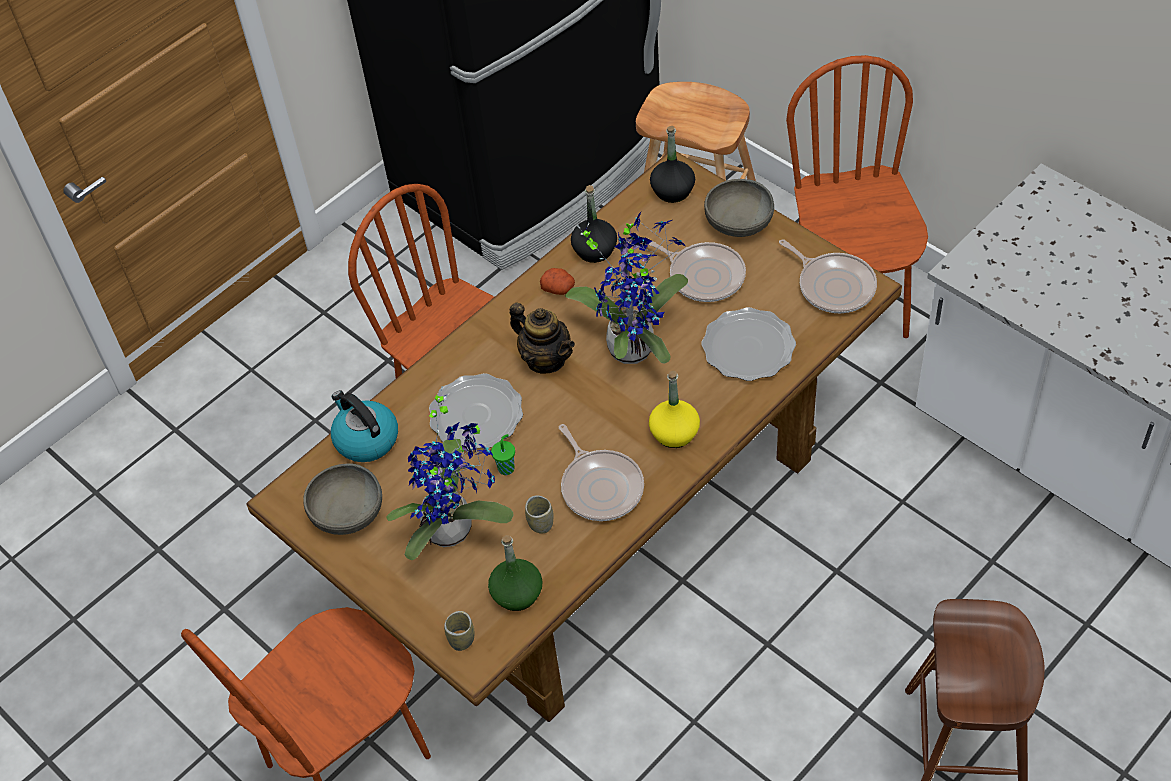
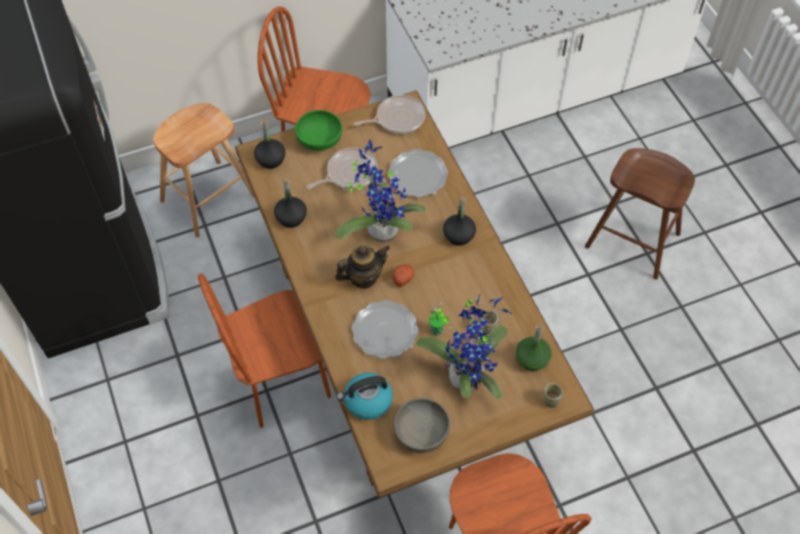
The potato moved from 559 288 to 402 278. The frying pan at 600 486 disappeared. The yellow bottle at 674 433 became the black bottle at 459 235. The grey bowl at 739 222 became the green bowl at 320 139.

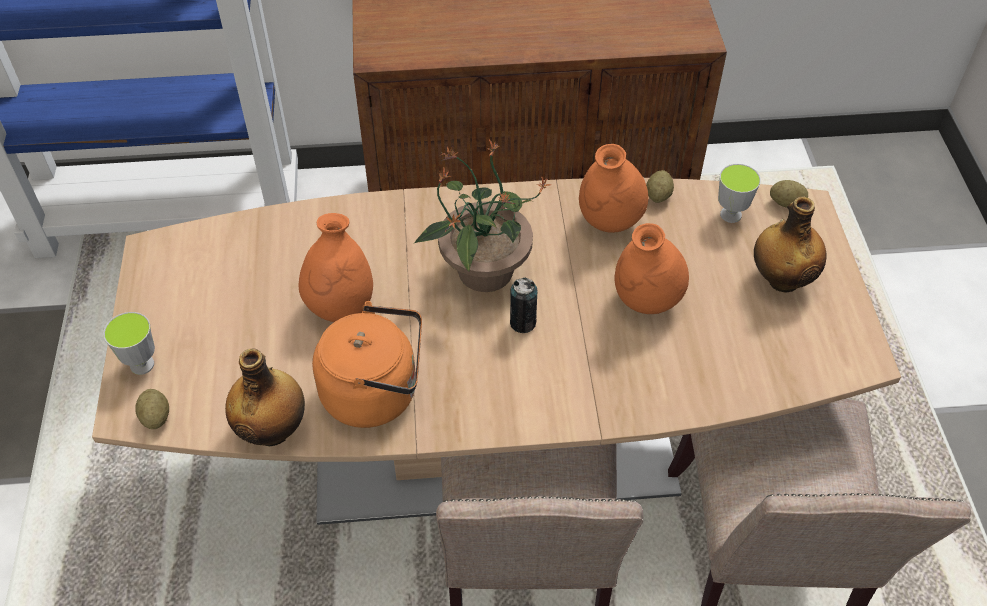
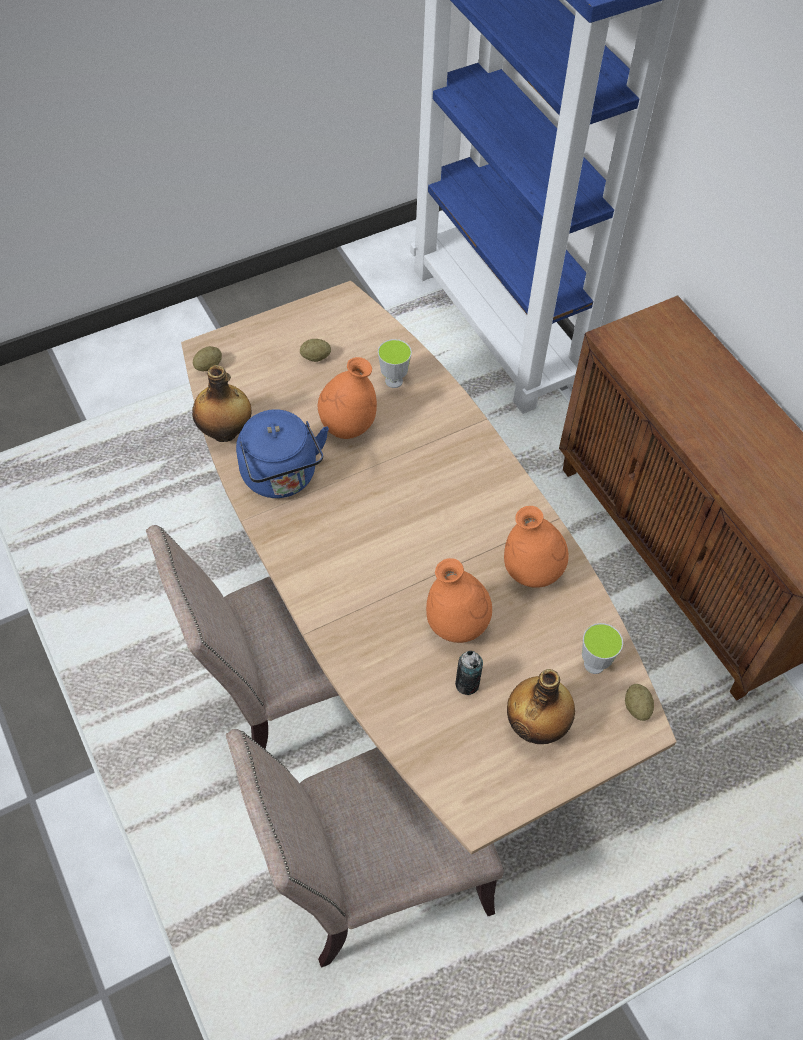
The cup moved from 142 365 to 394 381. The orange kettle at 376 393 became the blue kettle at 281 477. The potted plant at 483 271 disappeared. The can moved from 523 323 to 467 684. The potato moved from 658 196 to 315 357.

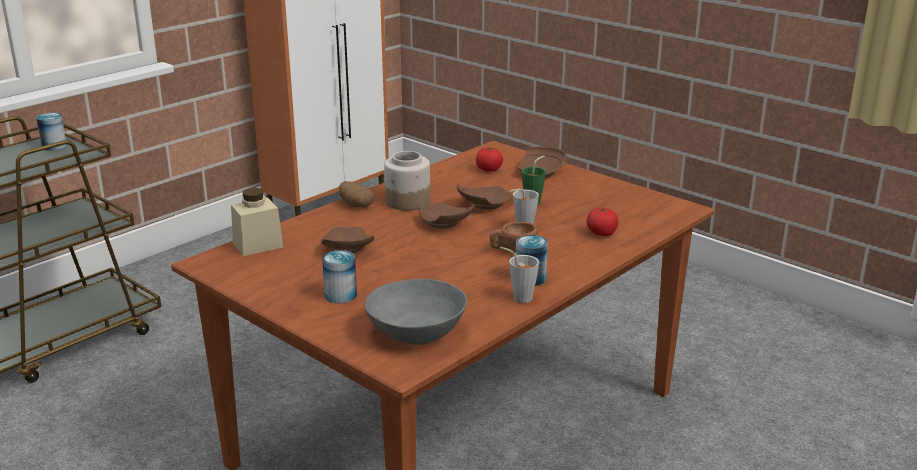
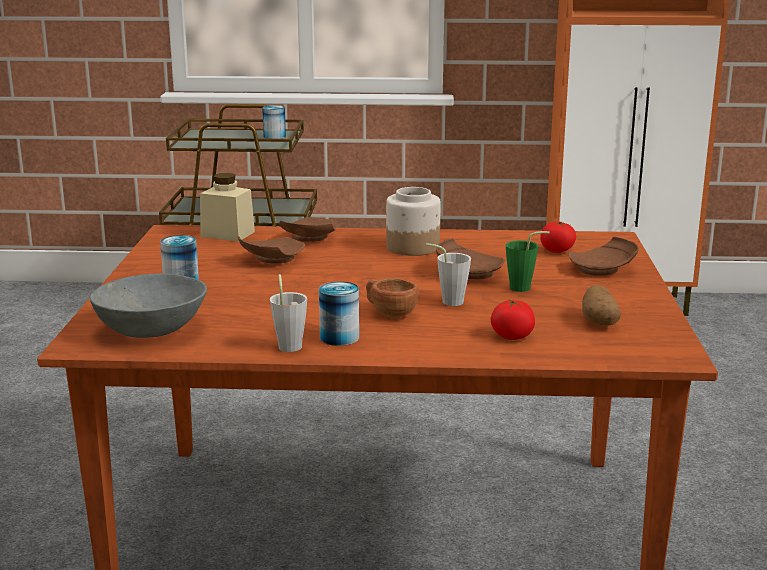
The potato moved from 355 205 to 598 321. The brown plate moved from 445 224 to 308 239.

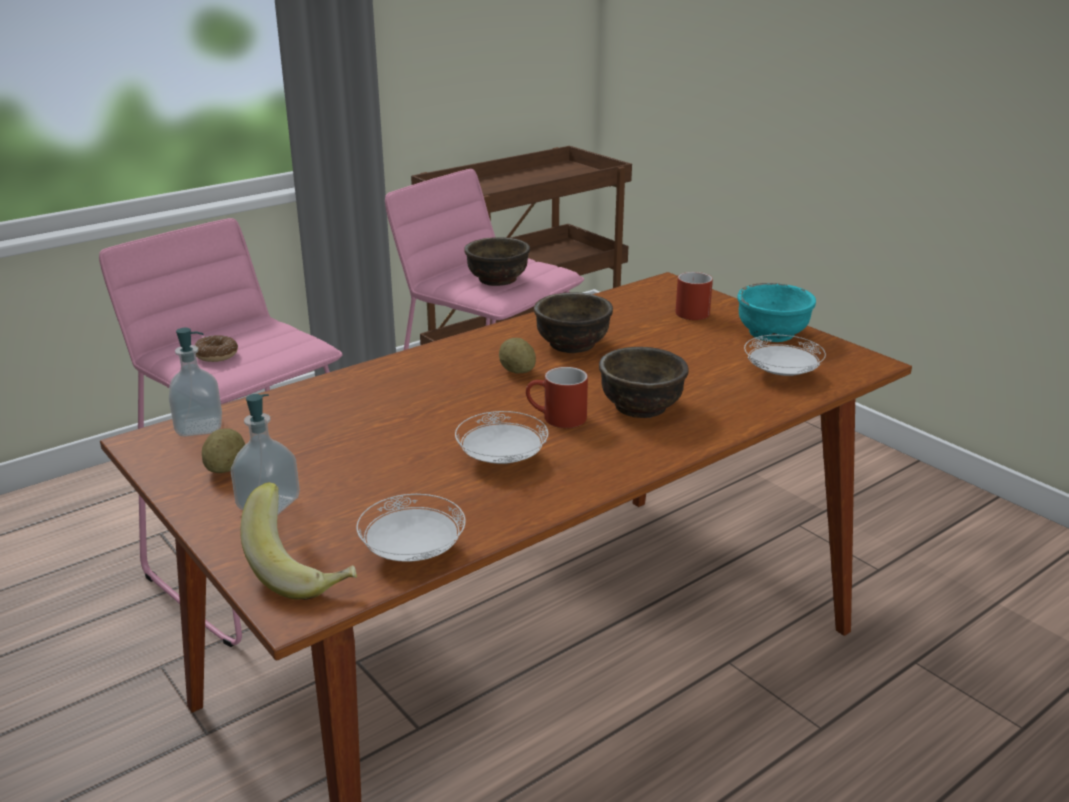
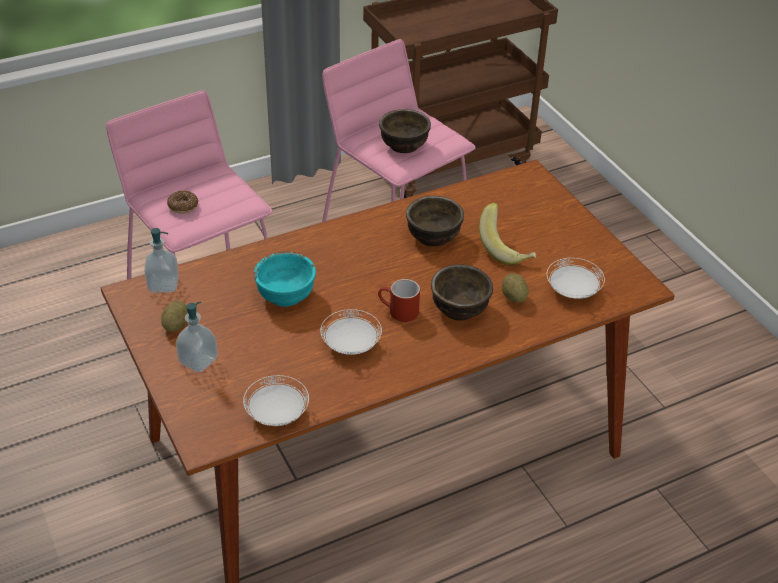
The banana moved from 303 570 to 506 249. The potato moved from 517 371 to 514 297. The red mug at 687 311 disappeared. The turquoise bowl moved from 772 333 to 286 295.

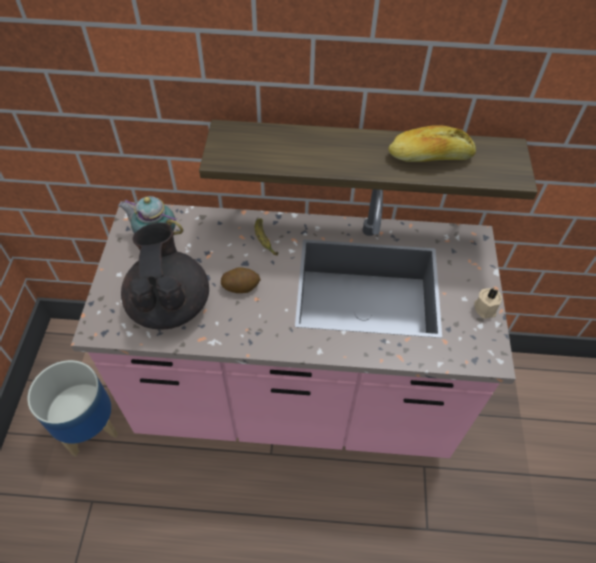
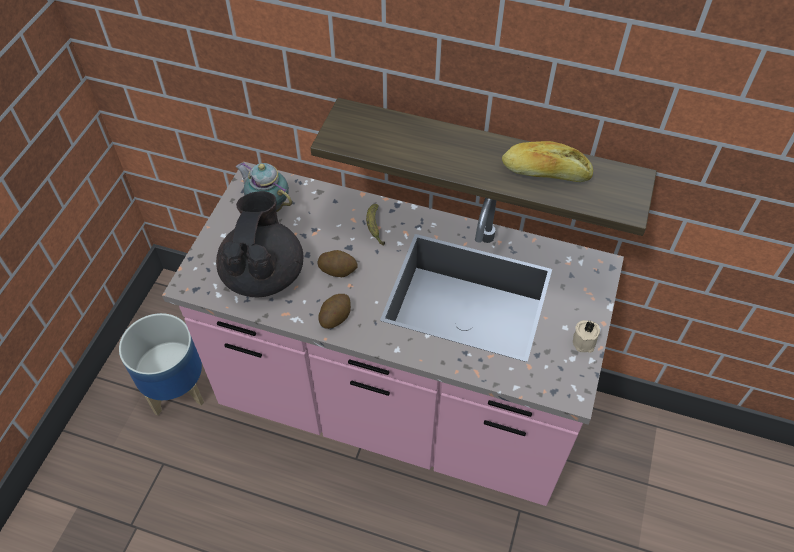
The potato at 335 317 appeared.

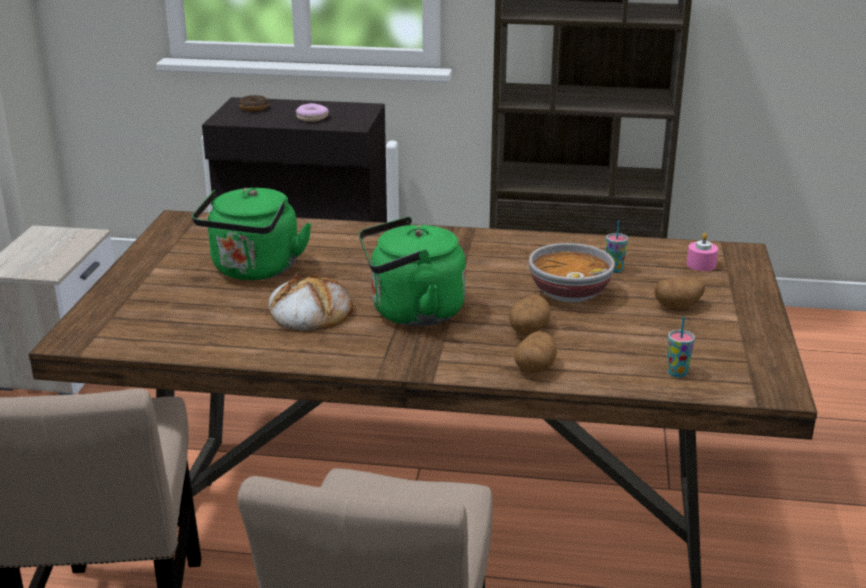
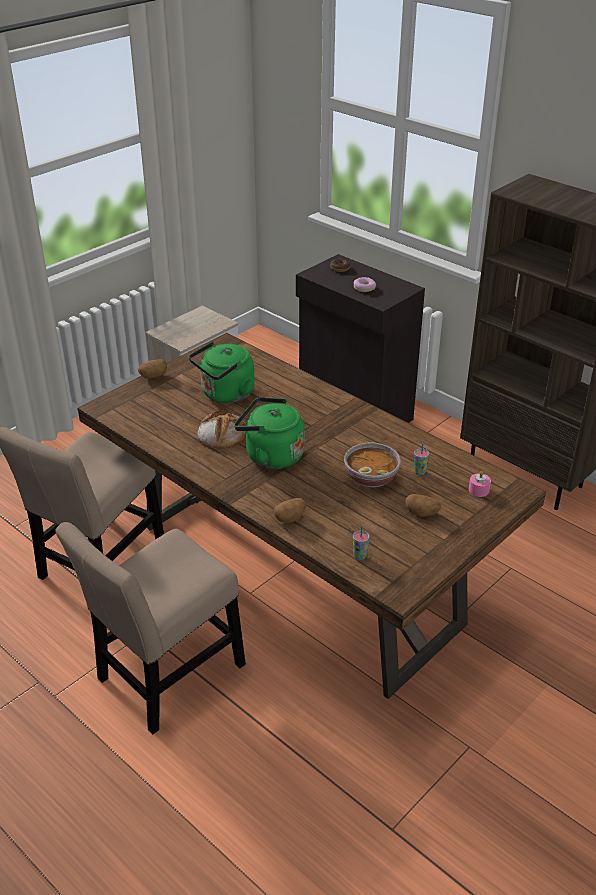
The potato moved from 528 330 to 153 376.

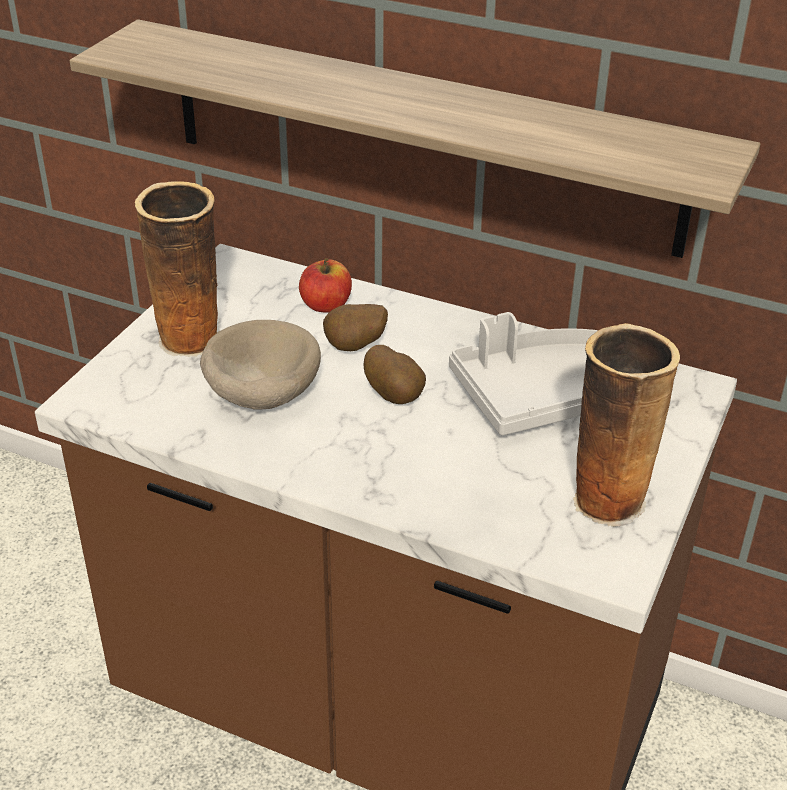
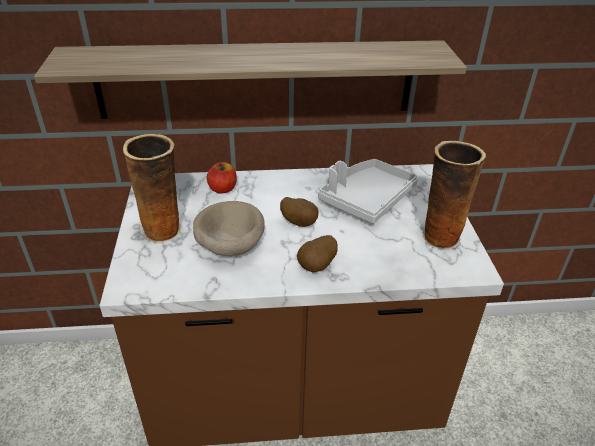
The potato moved from 355 348 to 317 267.

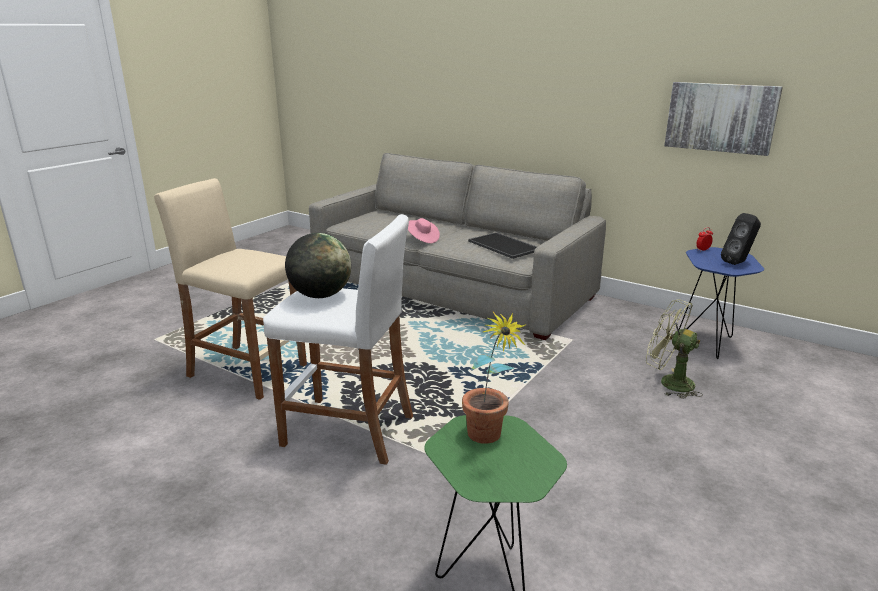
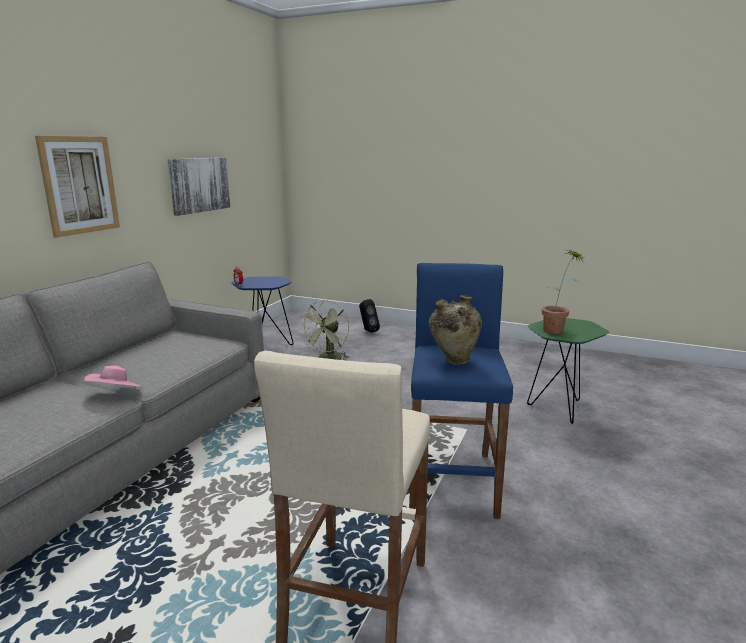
The white stool at 349 431 became the blue stool at 452 481. The globe at 320 295 was replaced by the beige vase at 453 361. The tray at 505 245 disappeared. The black speaker moved from 738 263 to 368 331. The picture at 80 185 appeared.

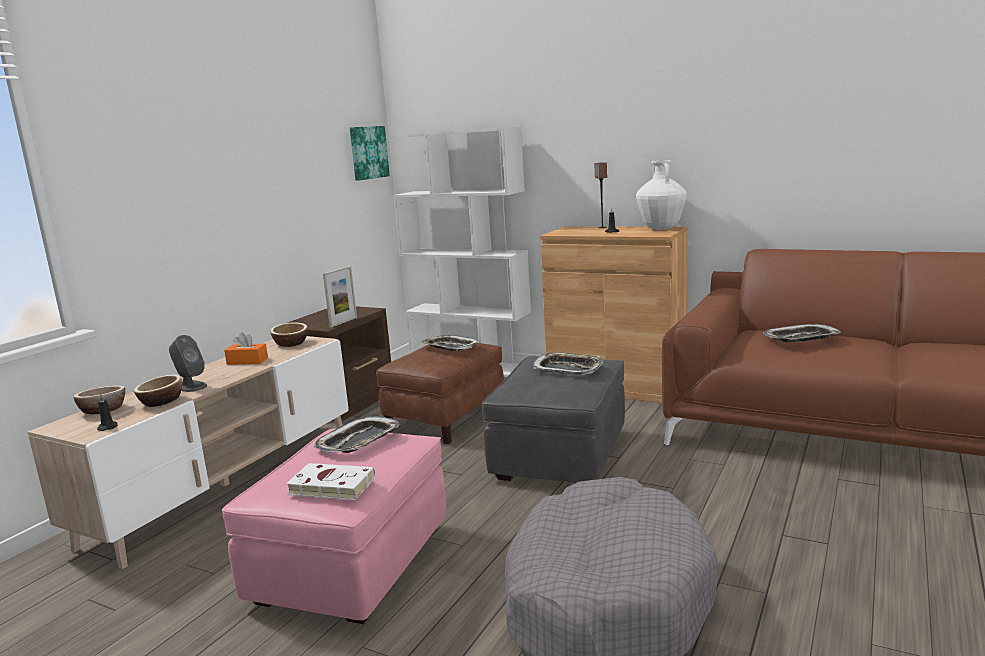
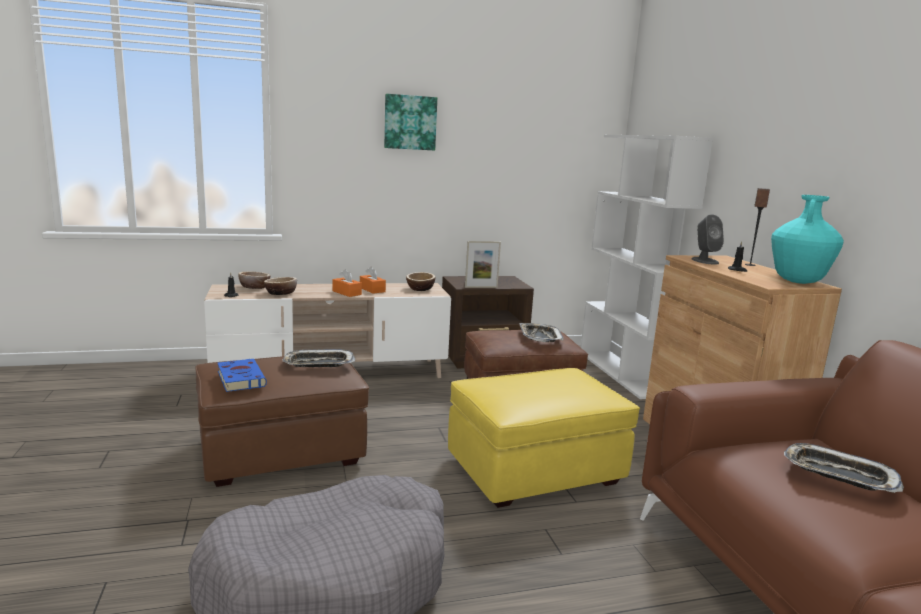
The grey speaker moved from 190 386 to 704 261. The pink ottoman at 352 564 became the brown ottoman at 281 453. The white book at 329 486 became the blue book at 240 378. The picture moved from 368 152 to 410 122. The grey ottoman at 560 456 became the yellow ottoman at 535 471. The tray at 567 368 disappeared. The white vase at 661 229 became the turquoise vase at 798 281. The orange tissue box at 346 293 appeared.

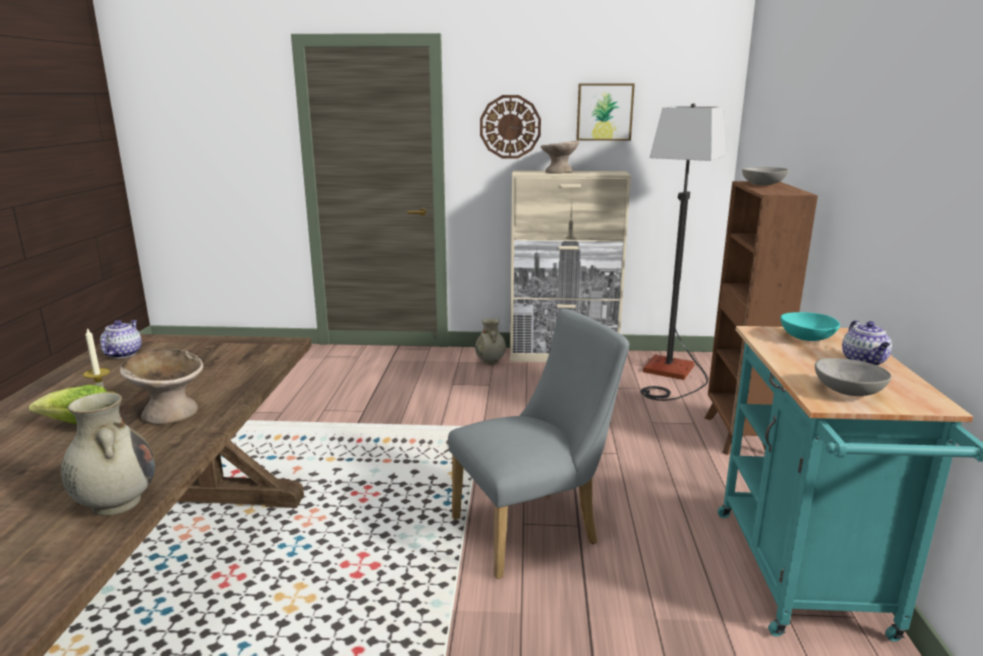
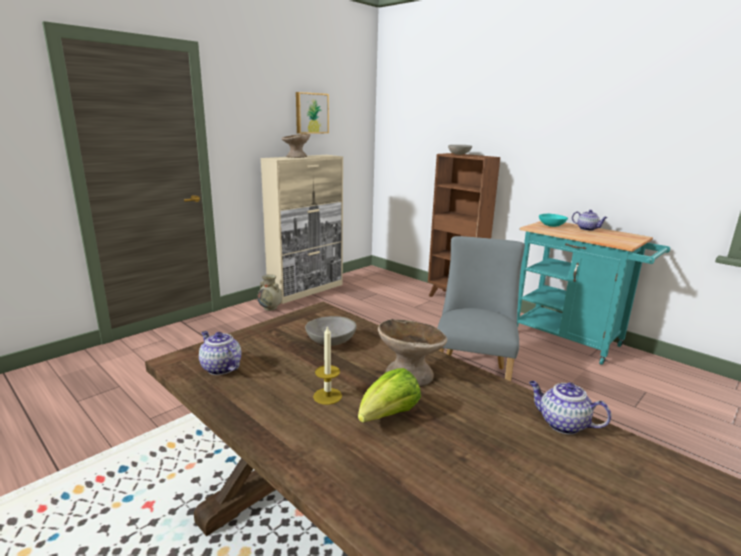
The beige vase at 116 502 was replaced by the teapot at 562 424. The wall clock at 510 127 disappeared. The floor lamp at 669 375 disappeared. The grey bowl moved from 847 392 to 331 342.

